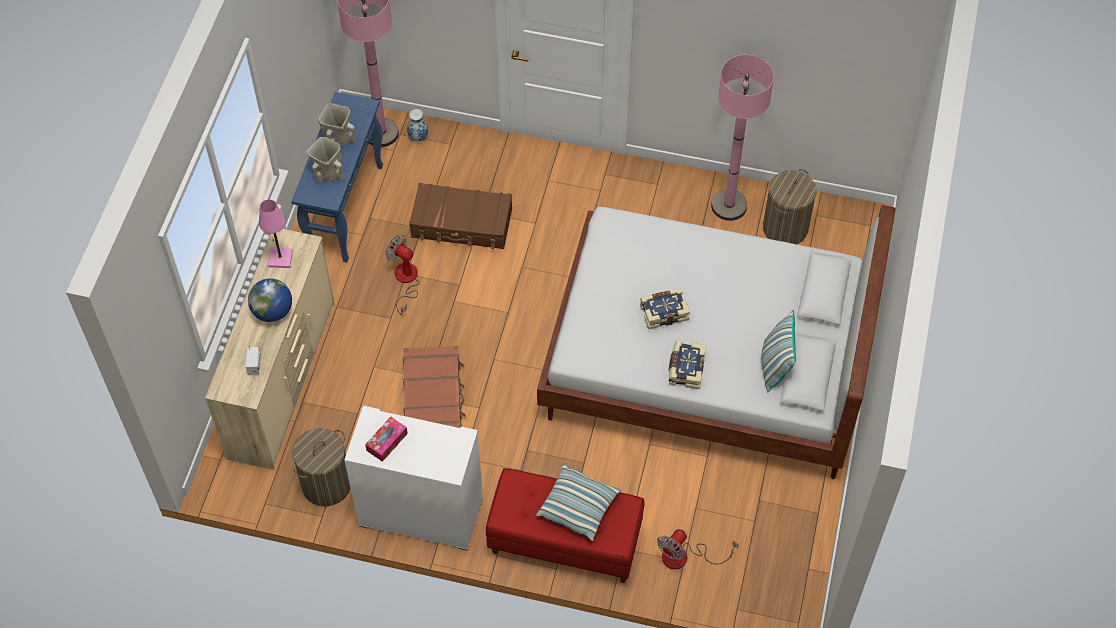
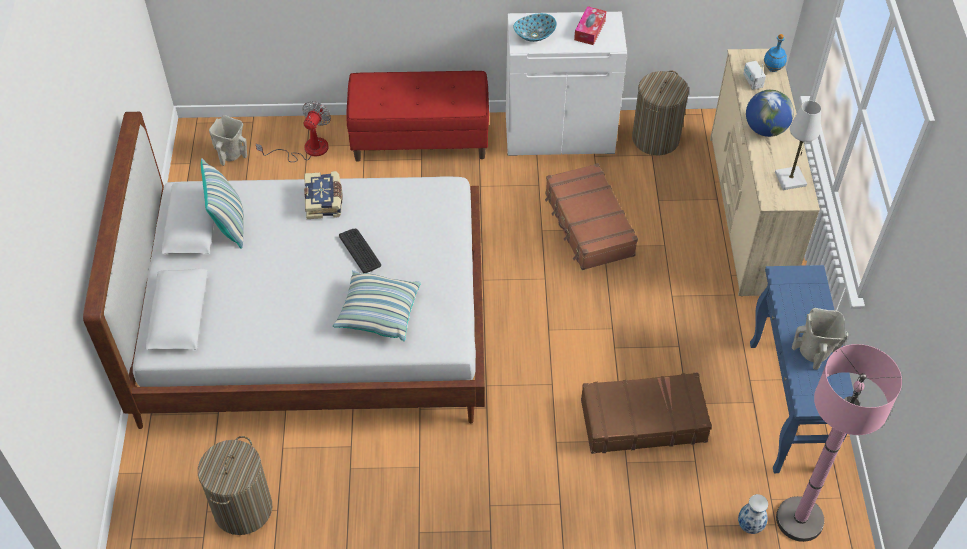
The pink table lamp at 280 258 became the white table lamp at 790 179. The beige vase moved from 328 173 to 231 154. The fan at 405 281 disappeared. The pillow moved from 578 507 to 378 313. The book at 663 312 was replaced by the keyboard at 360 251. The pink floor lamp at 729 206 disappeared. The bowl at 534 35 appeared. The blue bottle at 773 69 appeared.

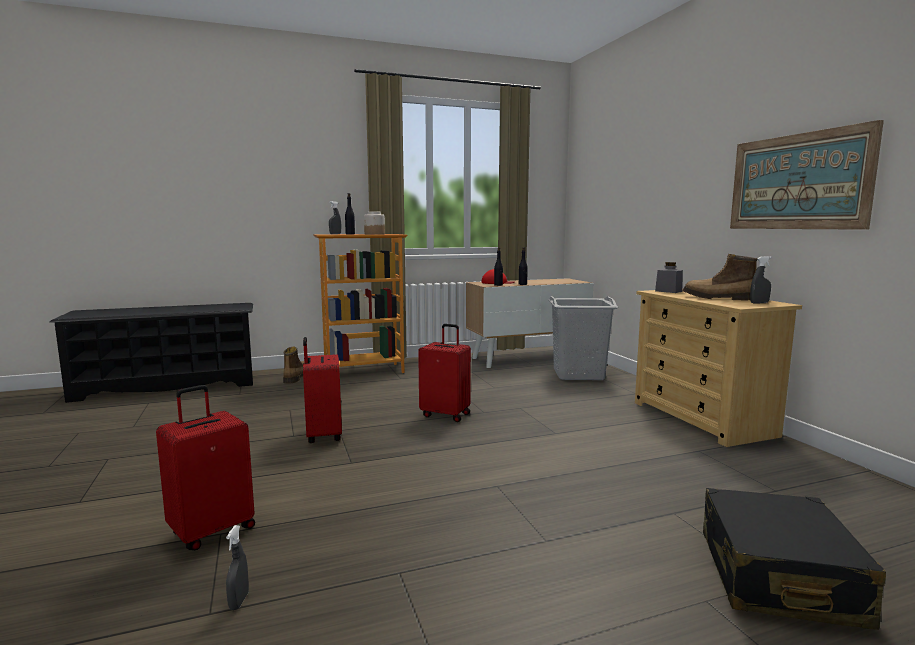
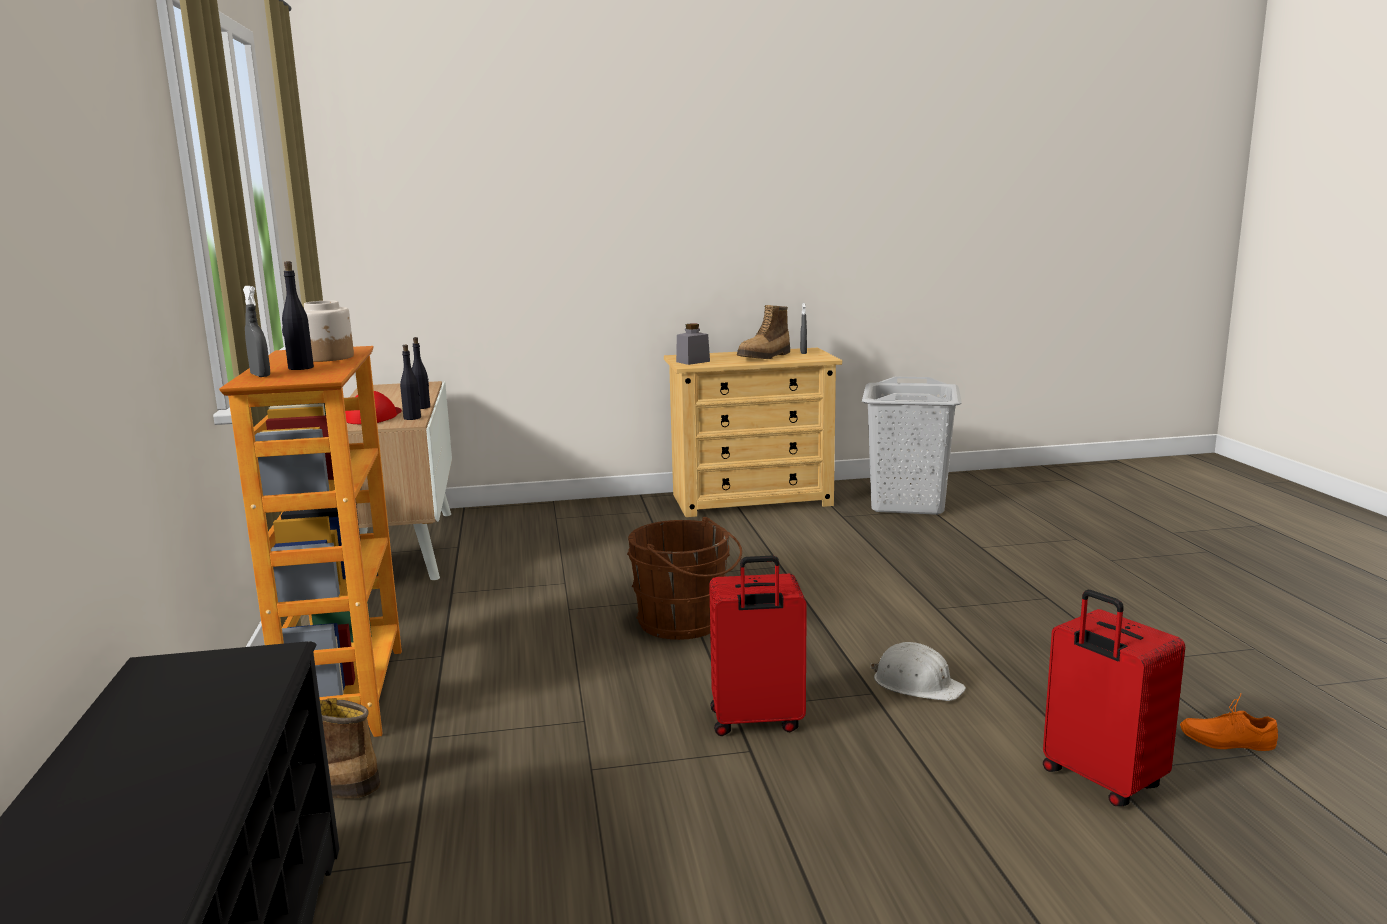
The grey spray bottle at 239 601 was replaced by the orange shoe at 1226 740. The red suitcase at 446 414 was replaced by the brown bucket at 686 623. The grey laundry basket moved from 579 374 to 908 503. The black suitcase at 777 577 disappeared. The picture at 797 182 disappeared. The white hard hat at 917 684 appeared.

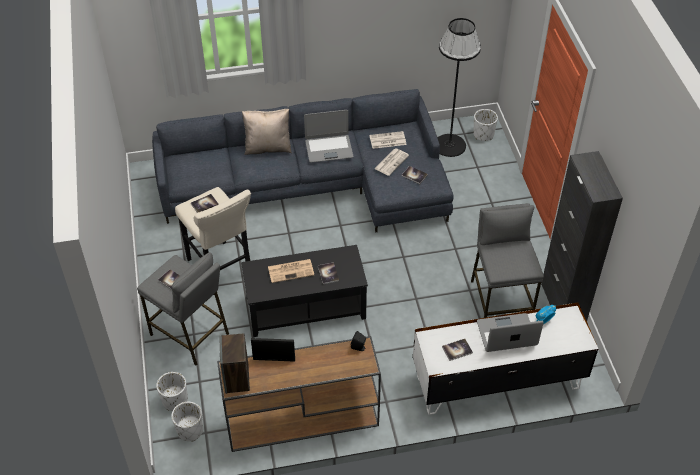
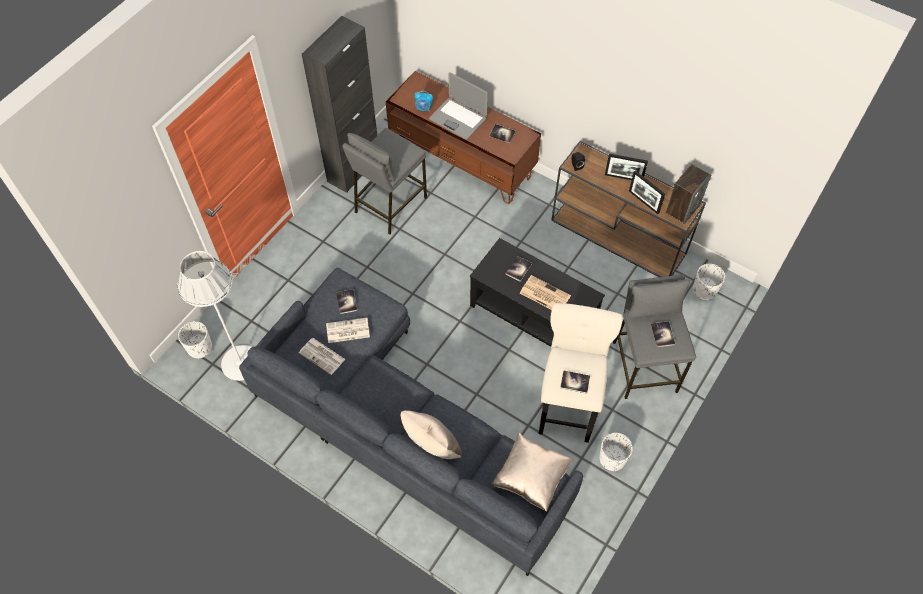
The white planter moved from 175 400 to 612 458. The laptop at 329 148 disappeared. The white tv stand at 497 381 became the brown tv stand at 462 161. The black floor lamp at 449 145 became the white floor lamp at 240 362. The beige pillow at 531 477 appeared. The picture frame at 623 177 appeared.

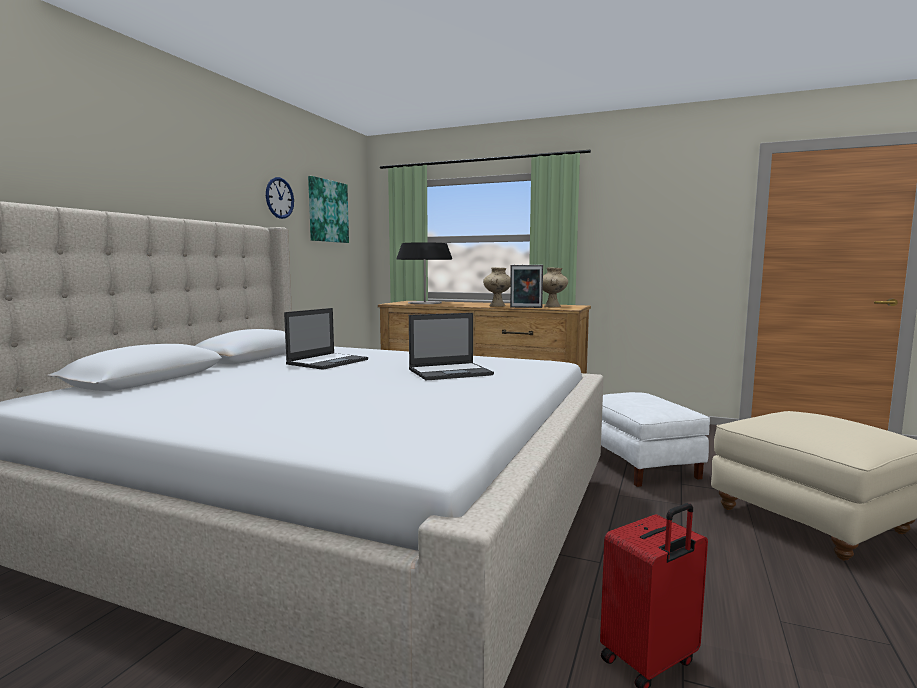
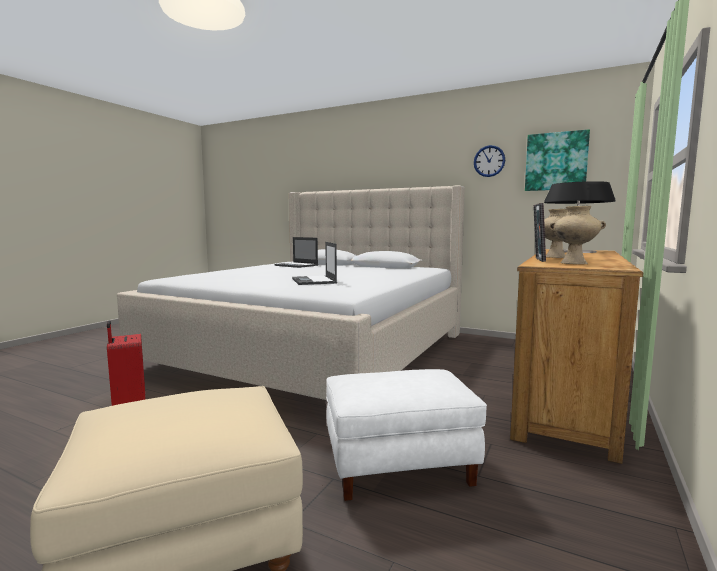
The laptop moved from 328 362 to 297 265.

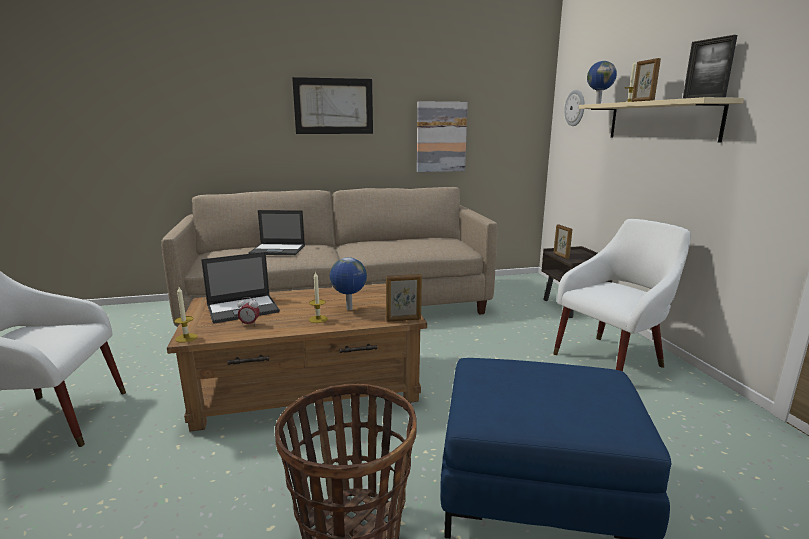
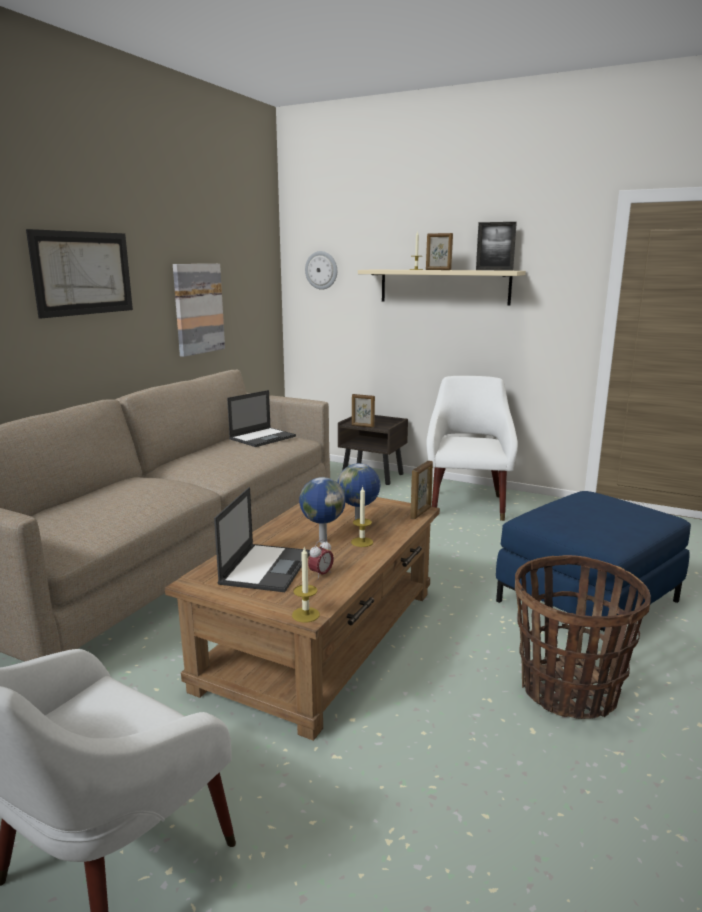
The laptop moved from 278 250 to 263 437. The globe moved from 598 104 to 322 541.

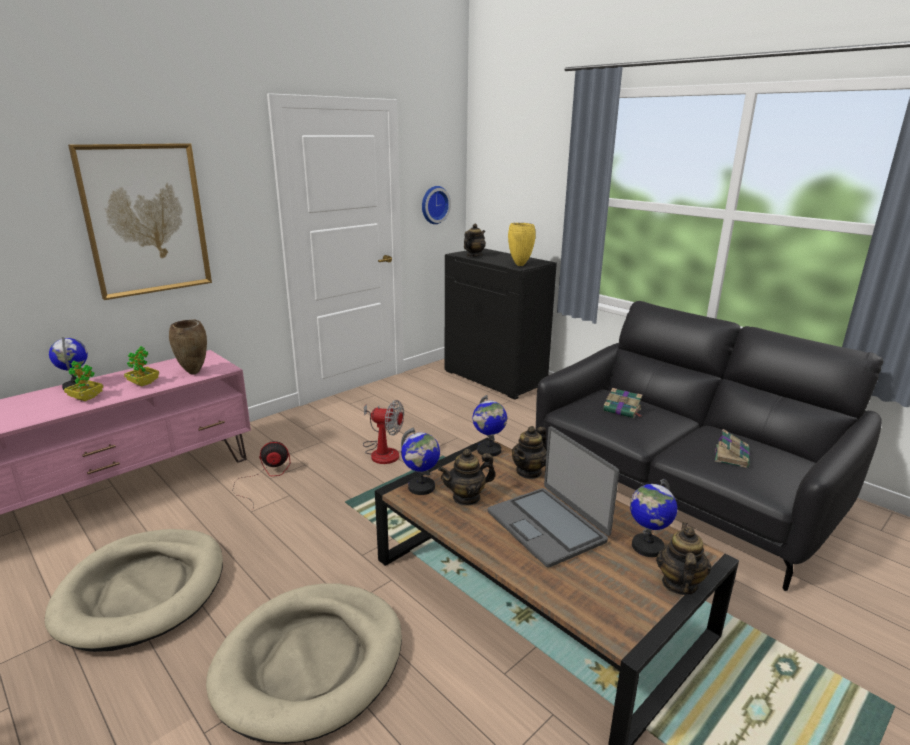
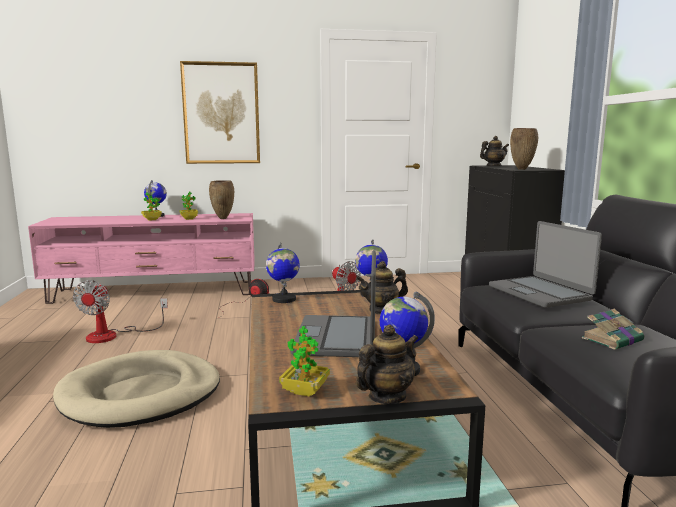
The beige dog bed at 143 591 was replaced by the fan at 113 335. The wall clock at 433 204 disappeared. The teapot at 466 497 disappeared. The yellow vase at 520 265 became the brown vase at 522 169. The book at 623 410 was replaced by the laptop at 540 293. The potted plant at 305 391 appeared.

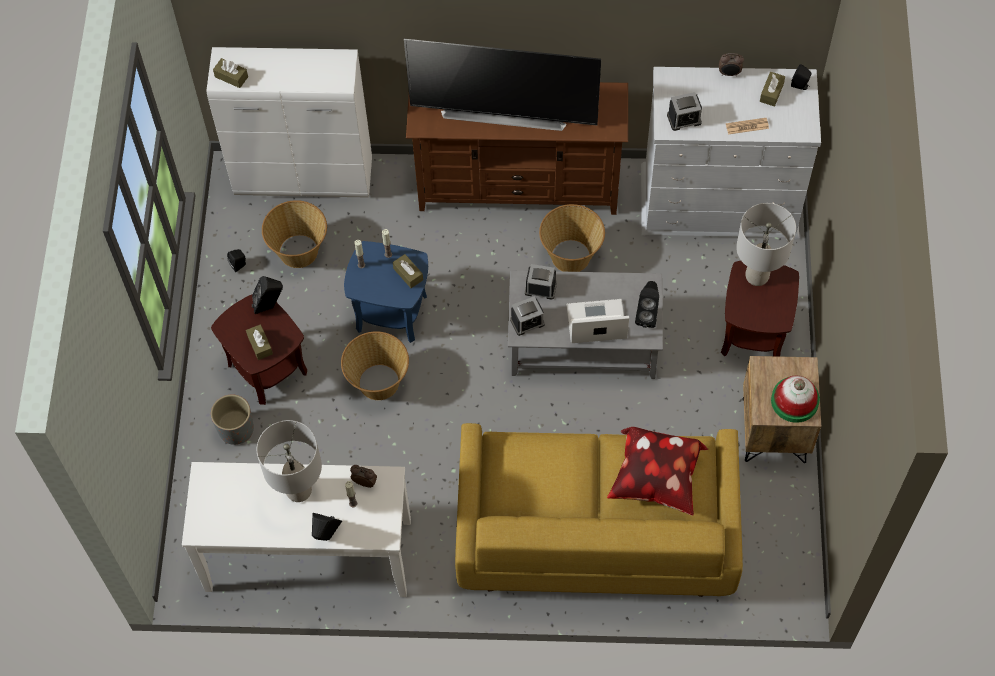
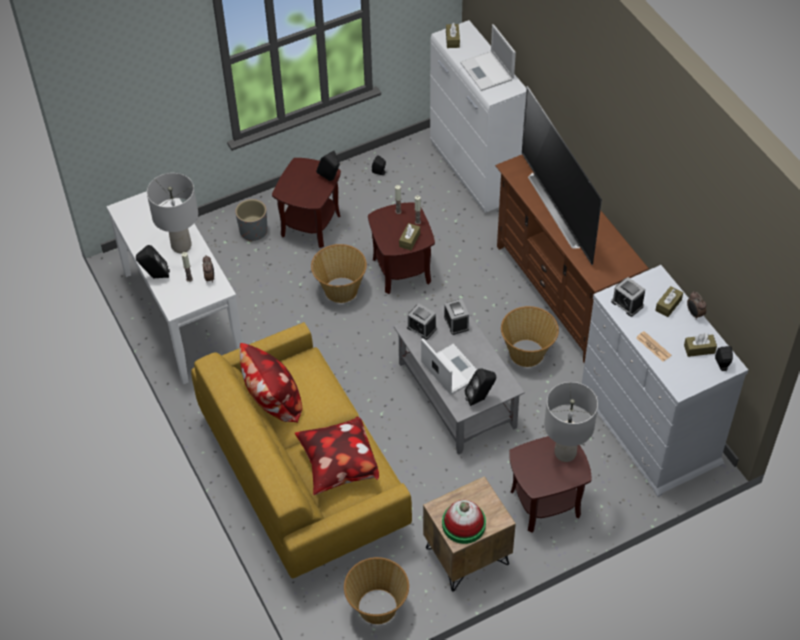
The brown tissue box moved from 260 345 to 668 305. The basket moved from 299 251 to 377 607. The blue side table at 391 312 became the brown side table at 402 270. The pillow at 273 402 appeared. The laptop at 487 72 appeared.

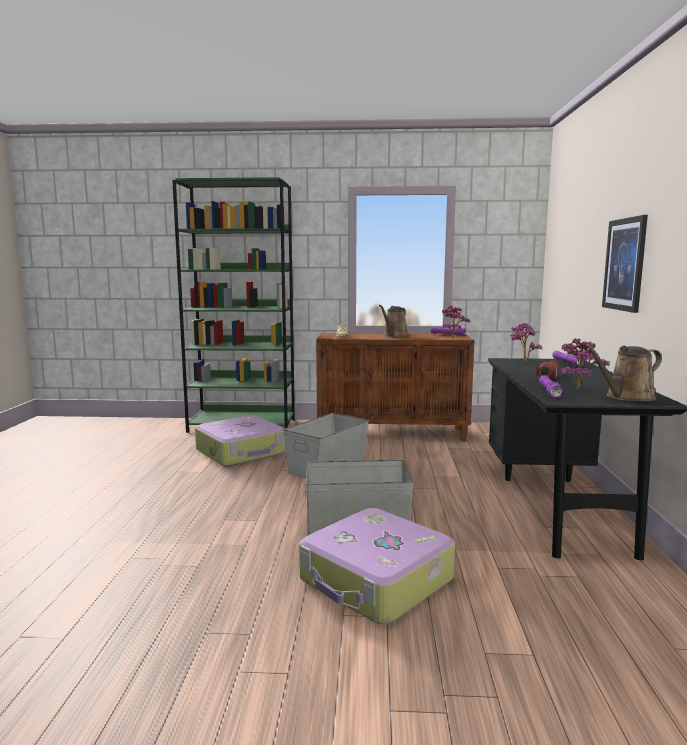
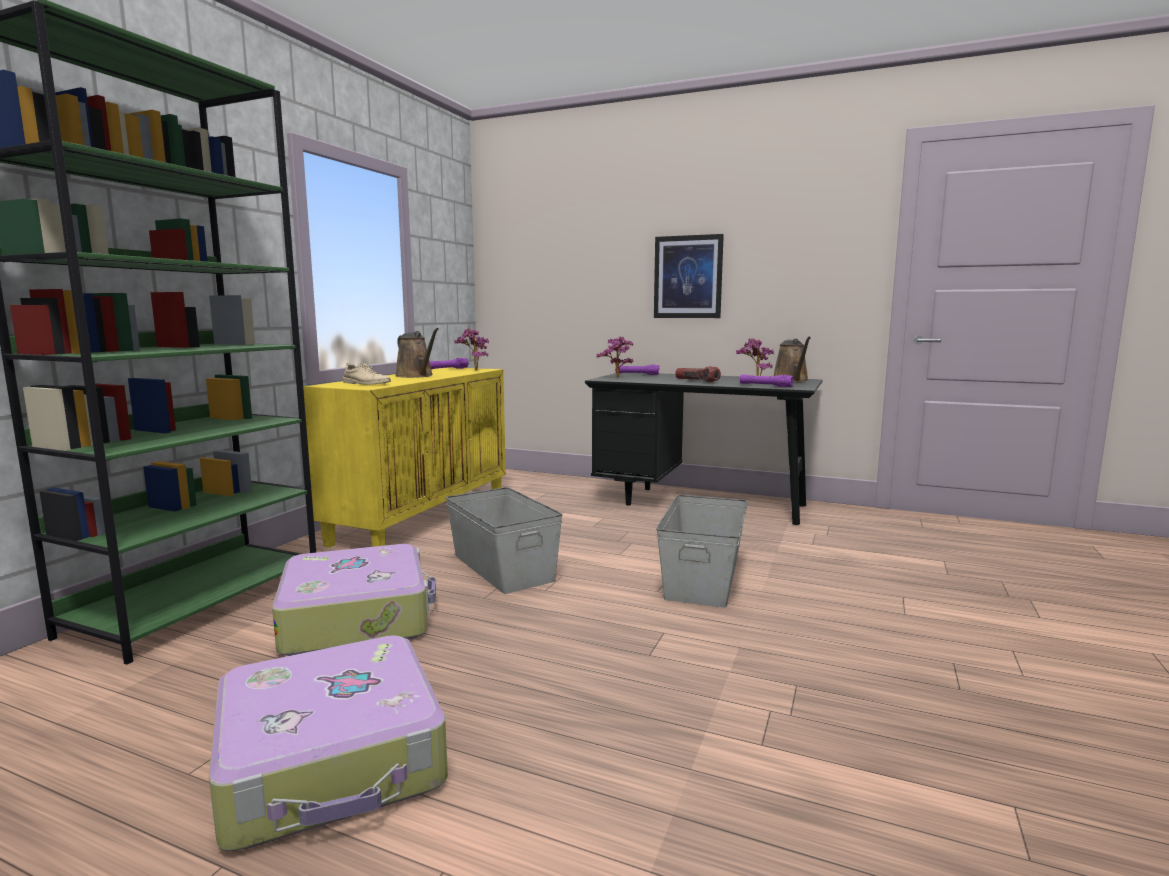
The suitcase moved from 376 581 to 333 761. The brown cabinet at 393 433 became the yellow cabinet at 422 517.

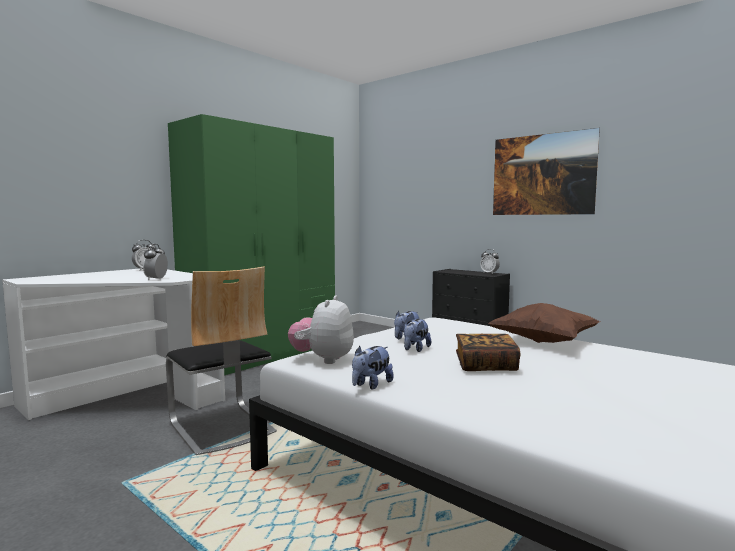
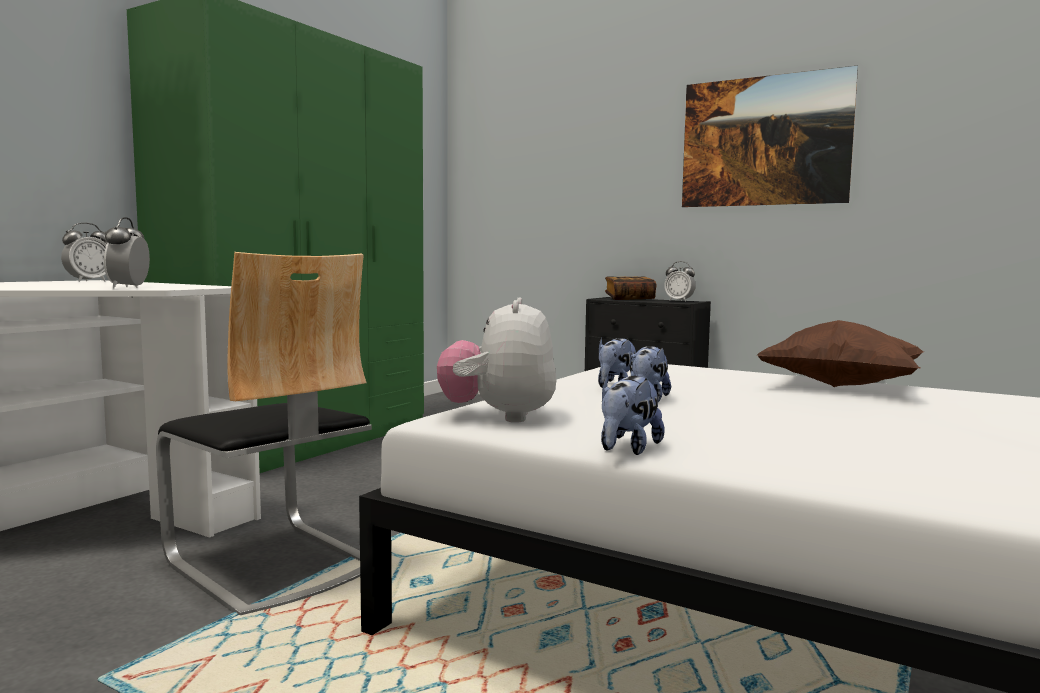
The book moved from 485 366 to 629 299.

